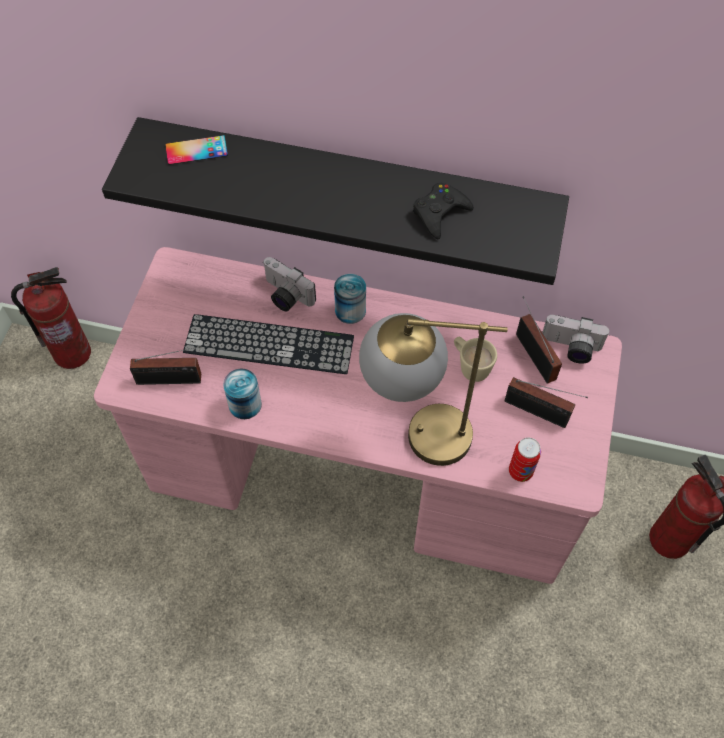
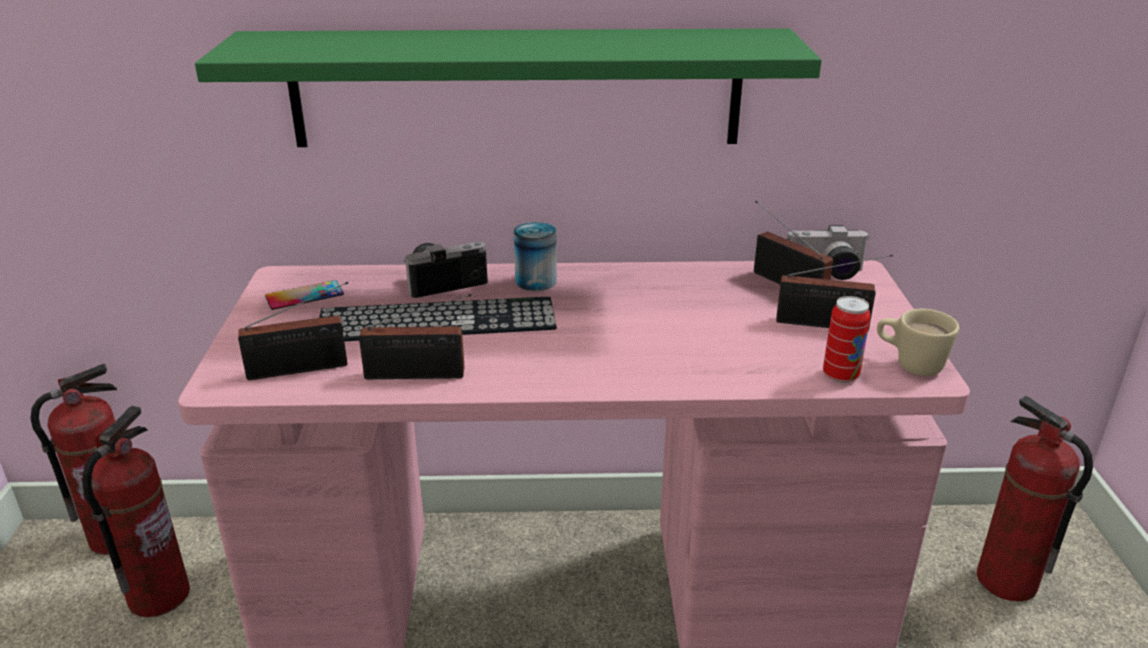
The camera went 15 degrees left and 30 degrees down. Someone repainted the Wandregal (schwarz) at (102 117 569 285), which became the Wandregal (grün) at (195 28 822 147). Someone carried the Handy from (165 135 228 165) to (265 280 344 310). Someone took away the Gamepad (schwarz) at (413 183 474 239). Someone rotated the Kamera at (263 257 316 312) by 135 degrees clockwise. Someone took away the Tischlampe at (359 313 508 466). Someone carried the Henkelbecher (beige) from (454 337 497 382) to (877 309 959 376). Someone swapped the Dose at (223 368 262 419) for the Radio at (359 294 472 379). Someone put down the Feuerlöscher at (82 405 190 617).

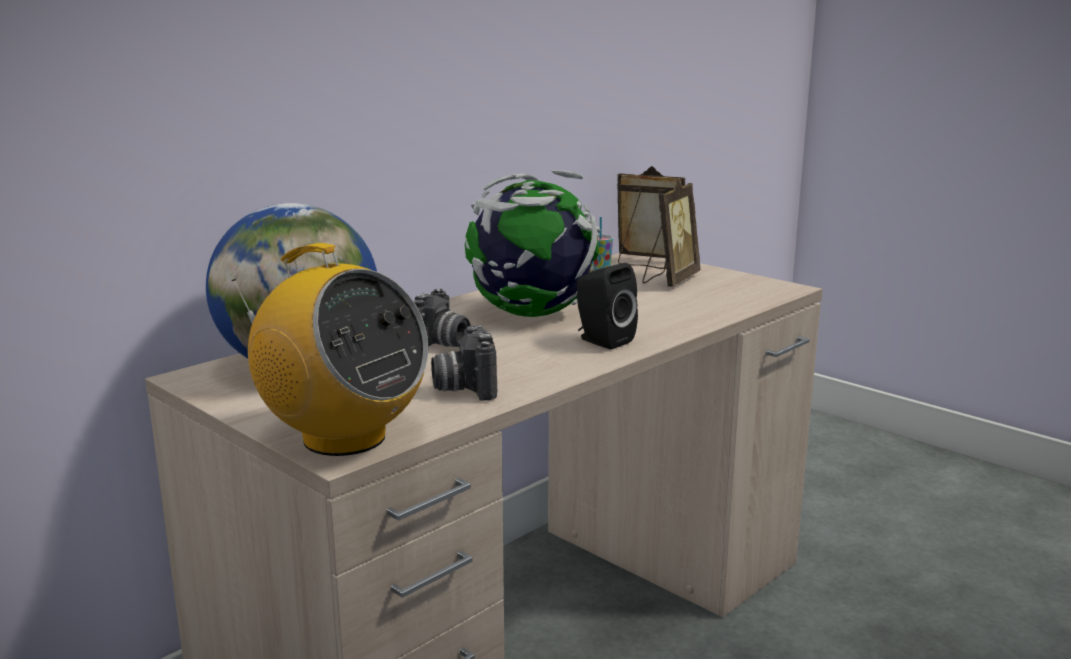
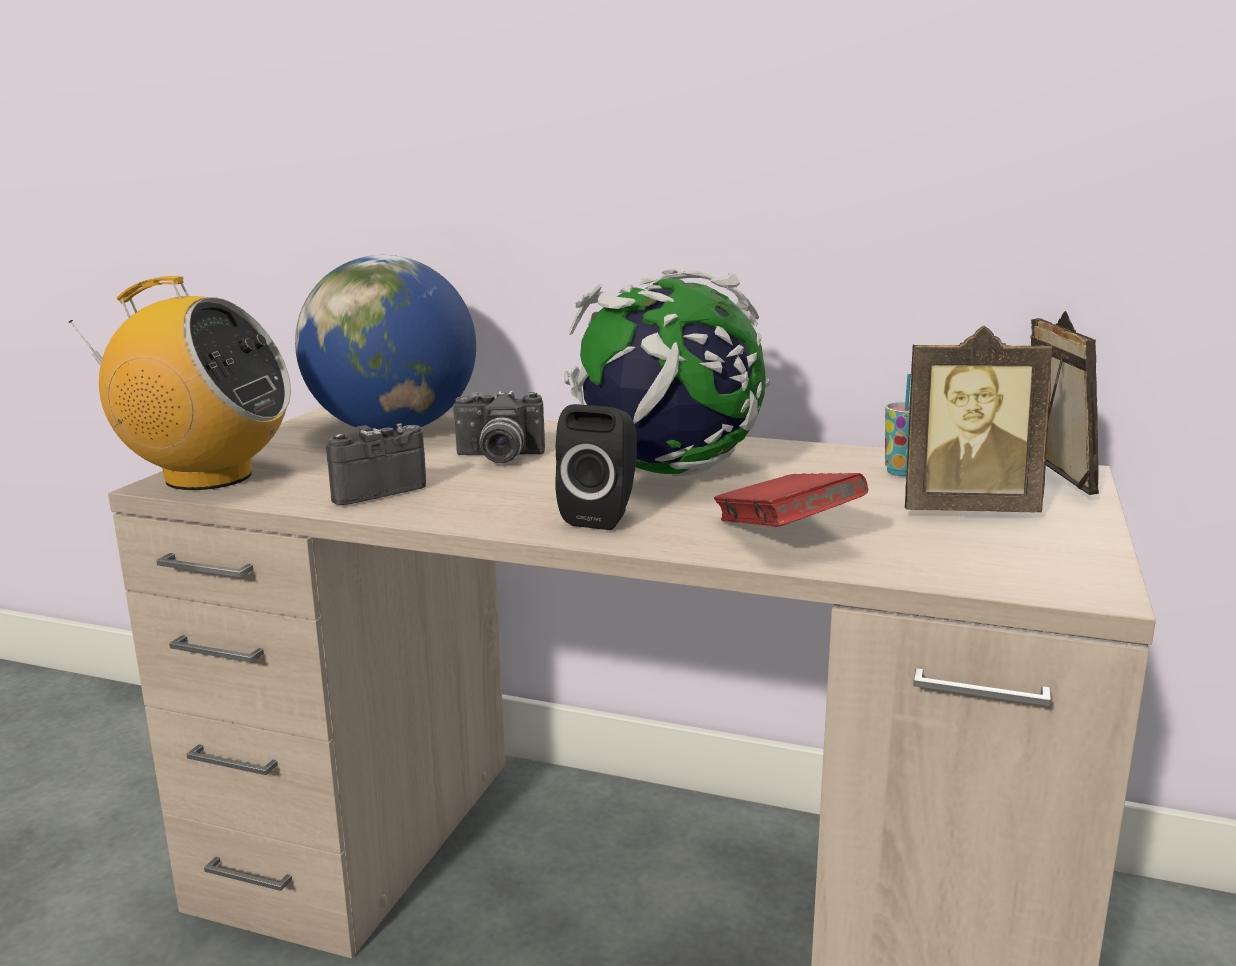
The camera went 65 degrees right and 0 degrees up. Someone rotated the Radio at (232 243 429 456) by 90 degrees counterclockwise. Someone put down the Buch (rot) at (714 473 868 527).

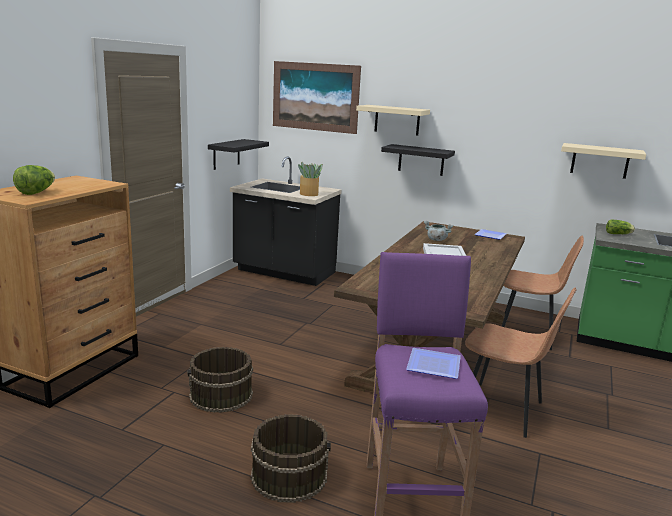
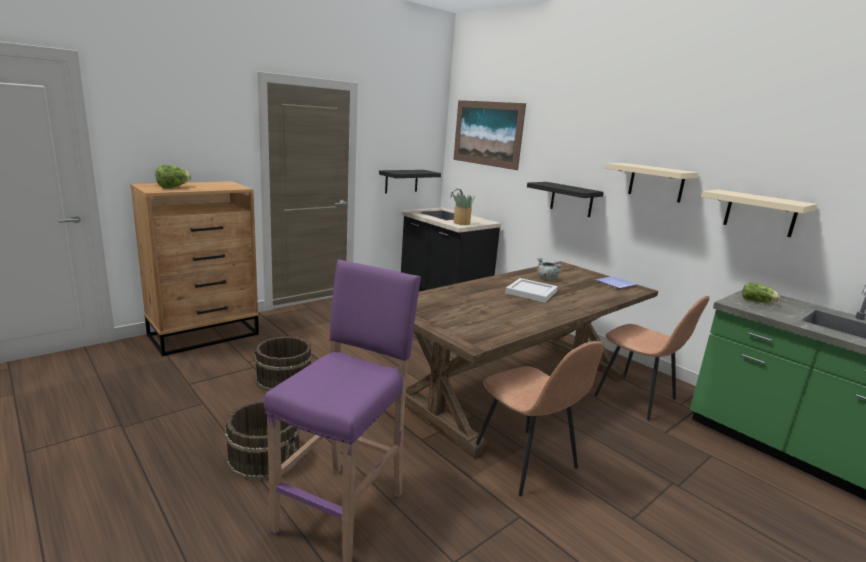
The camera went 25 degrees right and 0 degrees up. Someone carried the Wandregal (beige) from (356 105 430 136) to (605 163 699 203). Someone took away the Teller at (406 348 461 379).

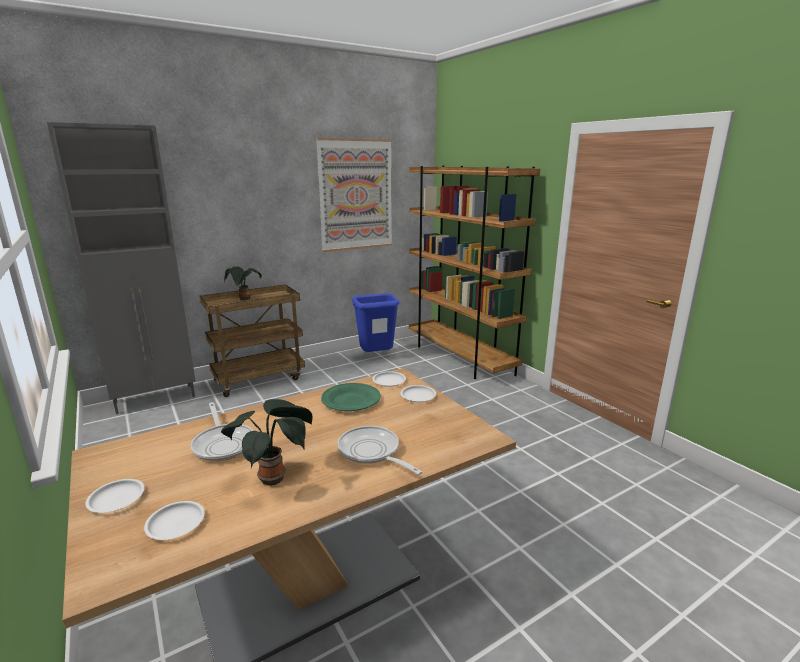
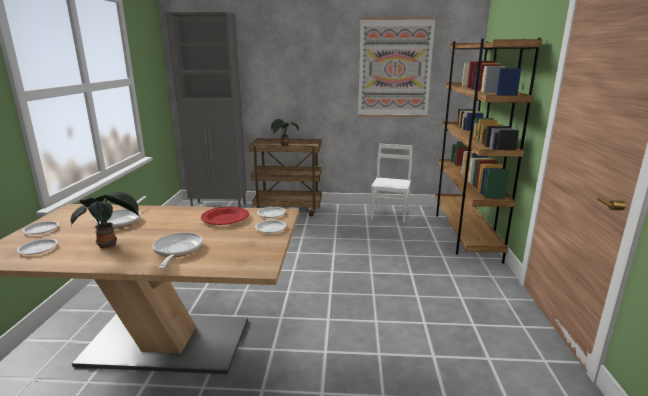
The camera went 35 degrees right and 0 degrees up. Someone swapped the Mülleimer (blau) at (352 293 400 352) for the Stuhl (weiß) at (371 144 412 223). Someone repainted the Teller (grün) at (321 383 381 411), which became the Teller (rot) at (201 207 249 225).

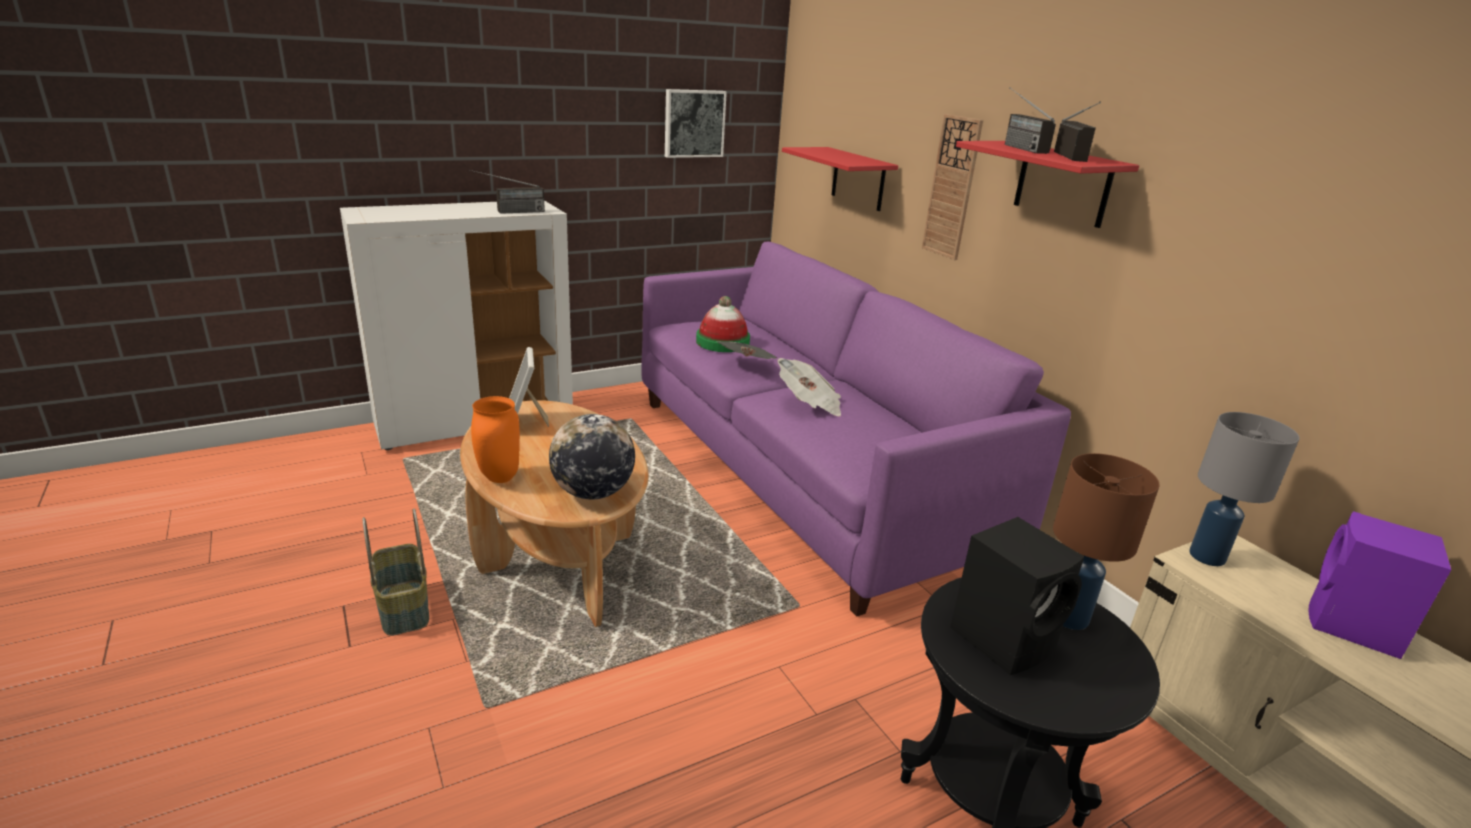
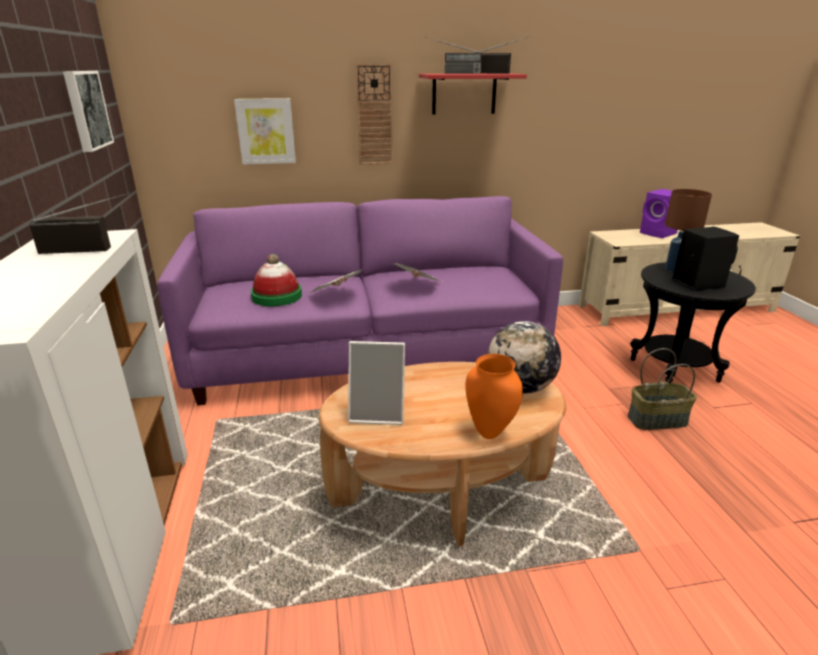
The camera went 70 degrees left and 0 degrees up. Someone swapped the Wandregal (rot) at (782 147 898 211) for the Bild at (234 98 296 164). Someone rotated the Radio at (469 170 545 214) by 90 degrees counterclockwise. Someone took away the Tischlampe (grau) at (1189 412 1299 566). Someone carried the Korb from (363 508 429 636) to (628 348 697 430).

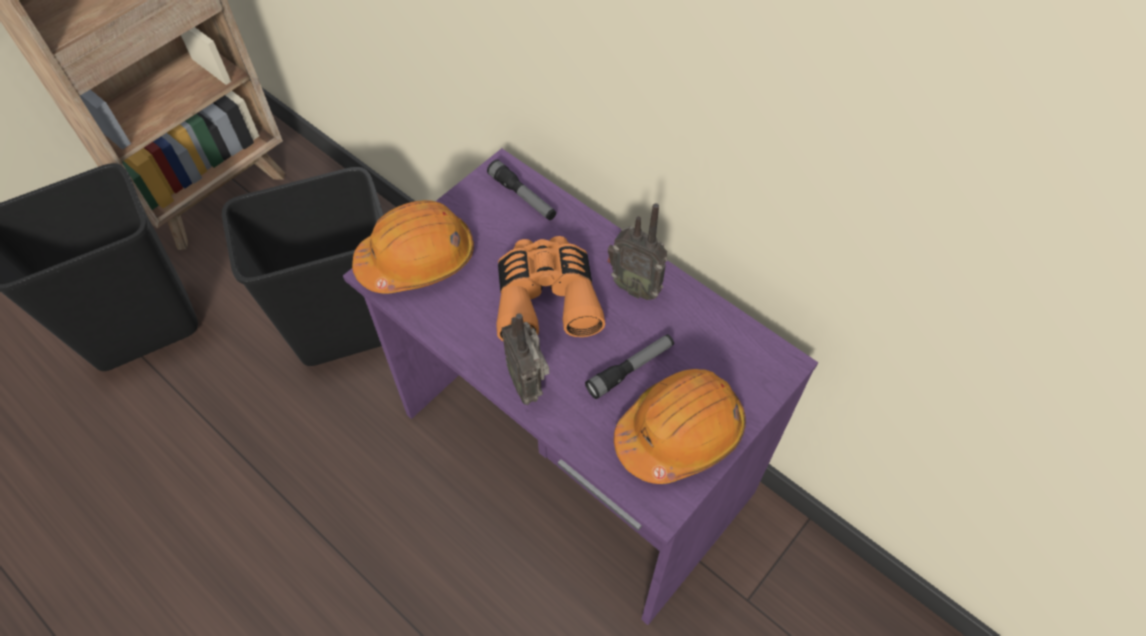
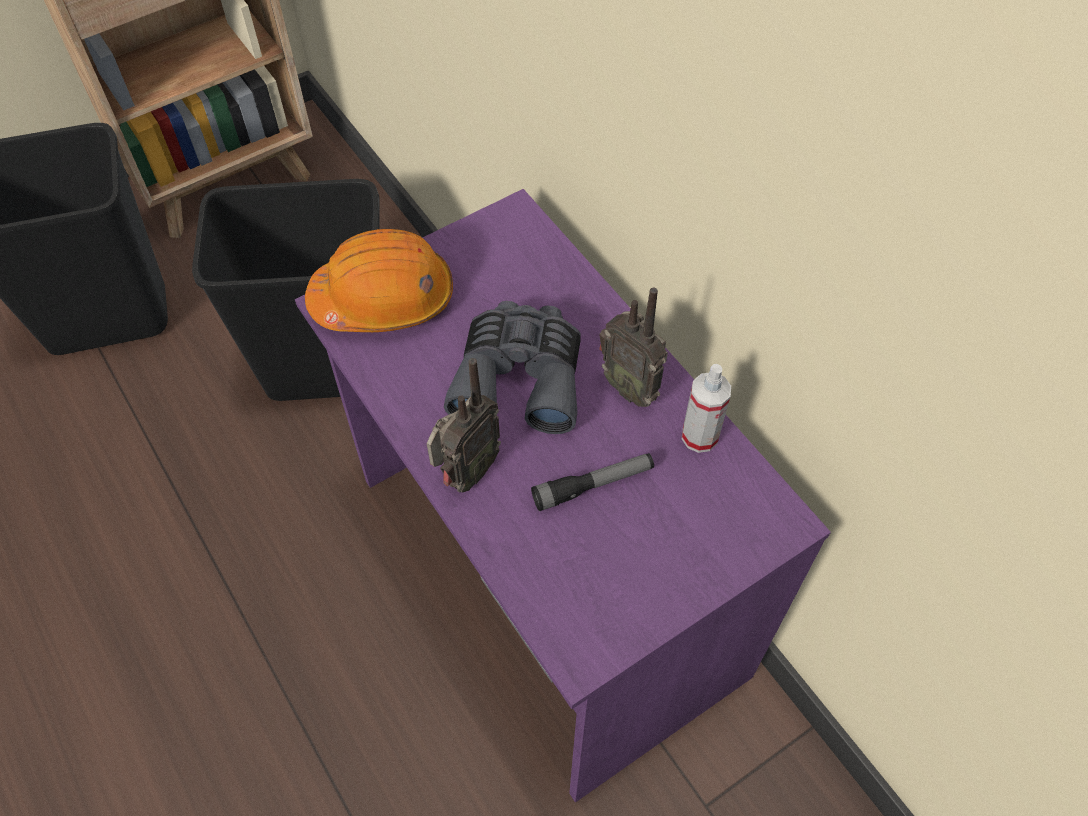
The camera went 15 degrees right and 0 degrees up. Someone took away the Taschenlampe at (487 160 556 220). Someone repainted the Fernglas (orange) at (496 236 605 342), which became the Fernglas (grau) at (444 301 581 434). Someone rotated the Radio at (502 313 549 405) by 135 degrees counterclockwise. Someone took away the Schutzhelm (orange) at (614 369 746 484). Someone put down the Sprühflasche at (682 364 731 453).

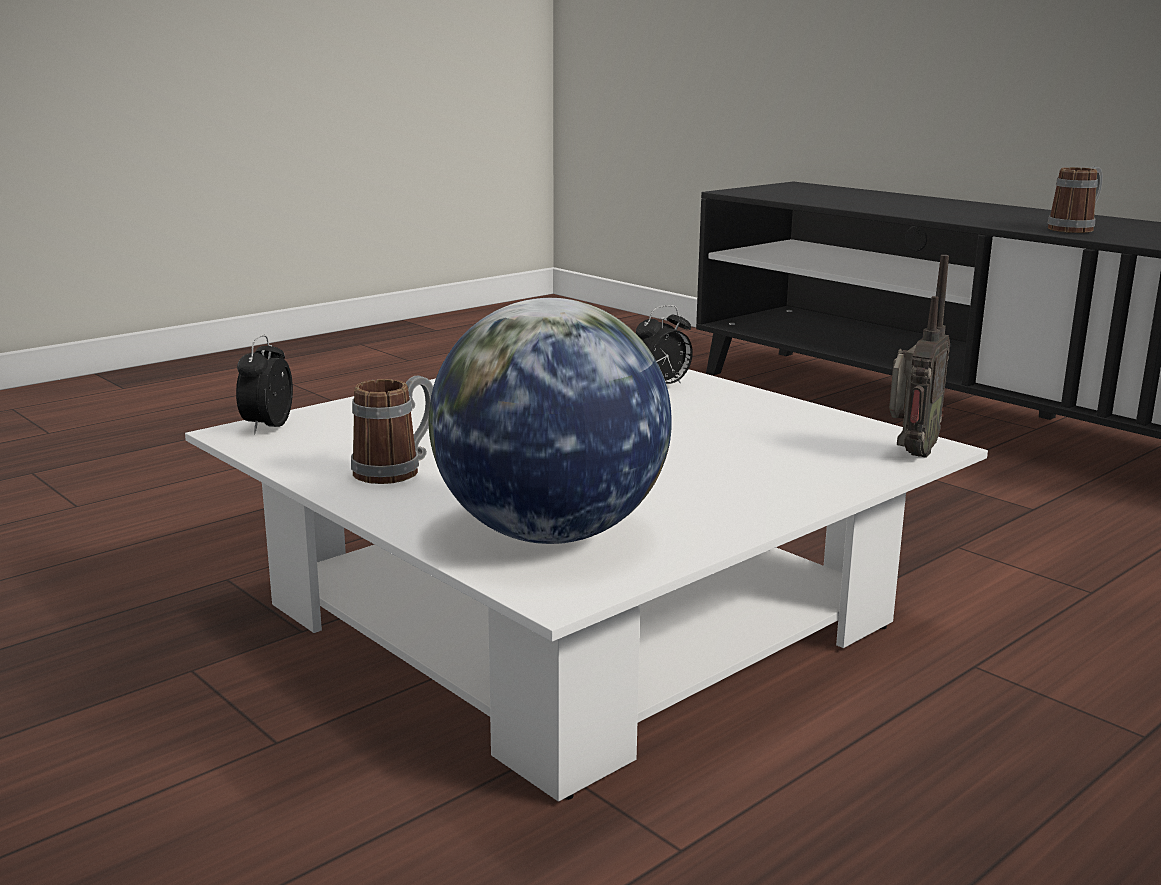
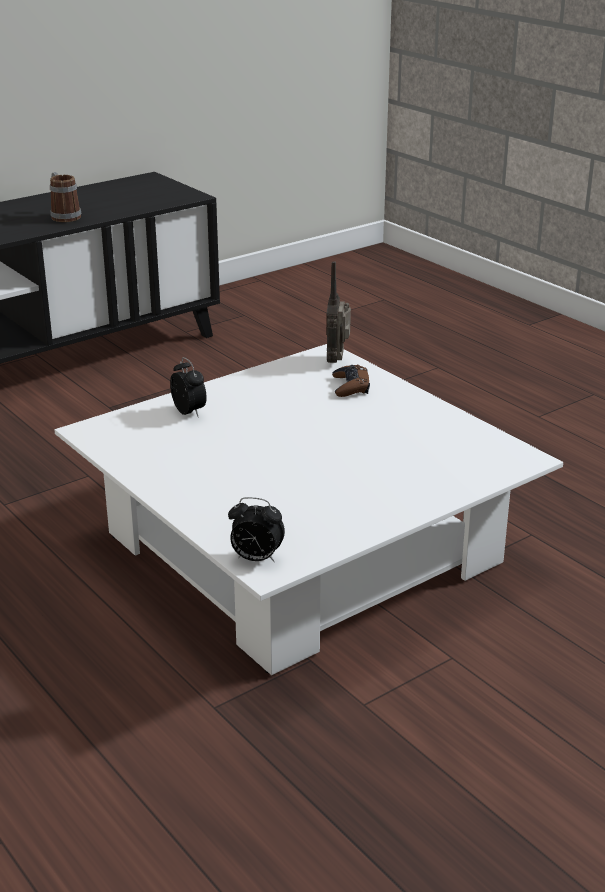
The camera went 85 degrees left and 10 degrees up. Someone rotated the Radio at (889 255 950 458) by 120 degrees counterclockwise. Someone took away the Globus at (429 298 672 544). Someone took away the Henkelbecher at (351 376 433 484). Someone put down the Gamepad (braun) at (332 365 370 397).

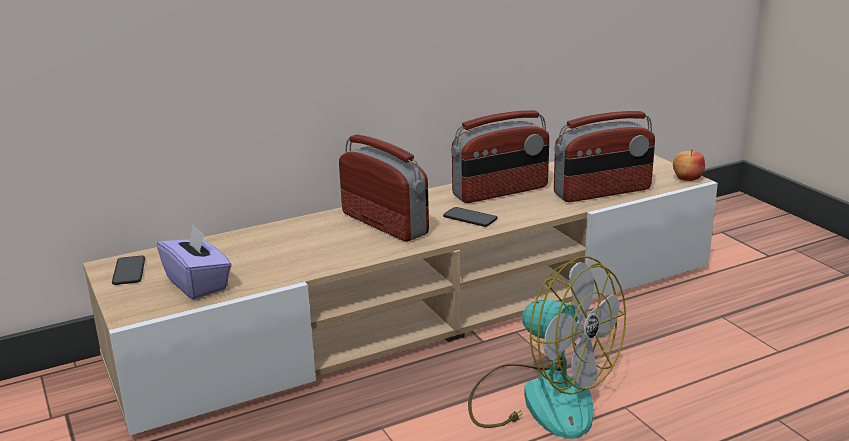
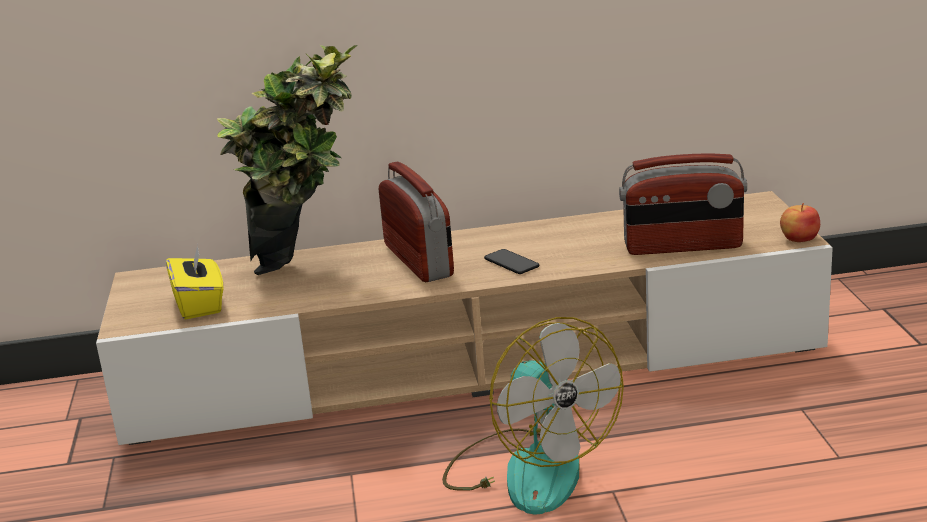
The camera went 20 degrees right and 0 degrees up. Someone took away the Radio at (451 110 549 203). Someone repainted the Taschentuchbox (lila) at (157 224 232 300), which became the Taschentuchbox (gelb) at (166 244 224 319). Someone took away the Handy at (112 256 145 285). Someone put down the Topfpflanze at (217 45 358 275).

